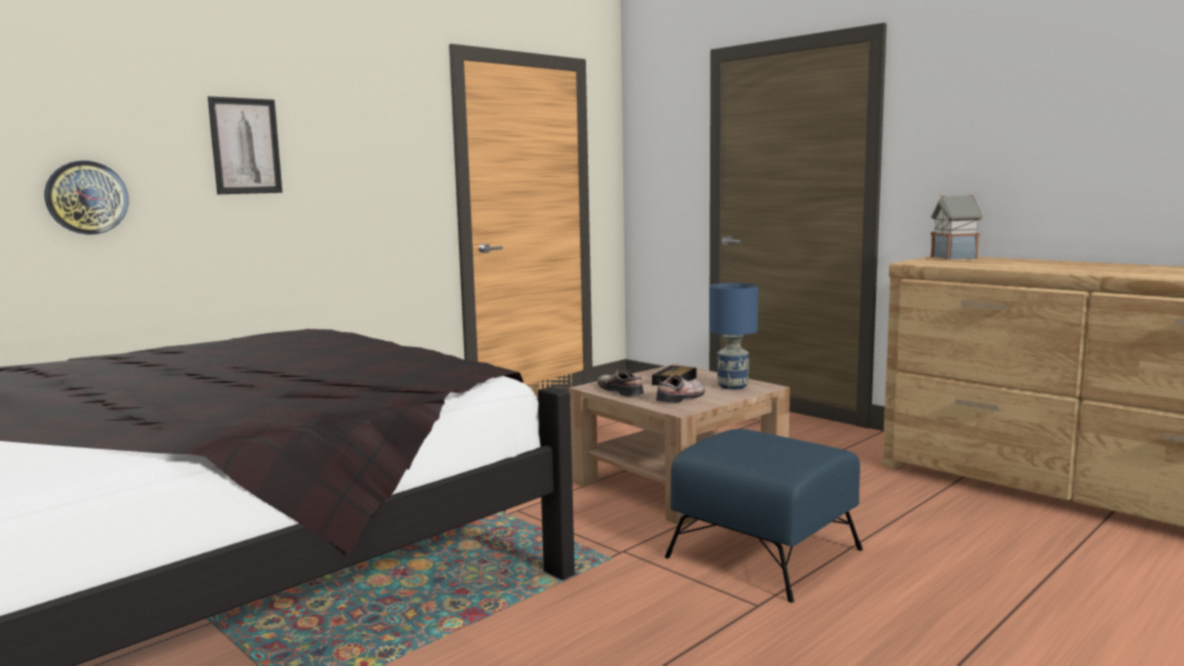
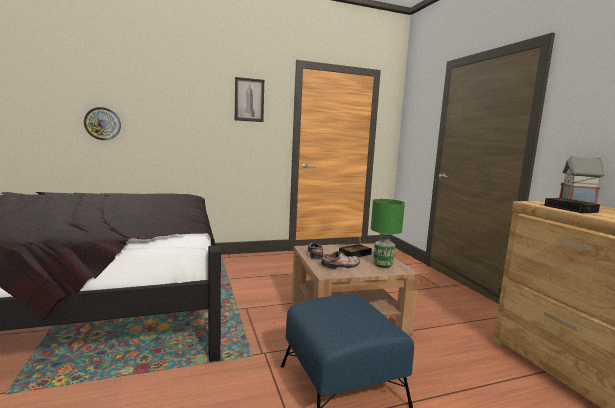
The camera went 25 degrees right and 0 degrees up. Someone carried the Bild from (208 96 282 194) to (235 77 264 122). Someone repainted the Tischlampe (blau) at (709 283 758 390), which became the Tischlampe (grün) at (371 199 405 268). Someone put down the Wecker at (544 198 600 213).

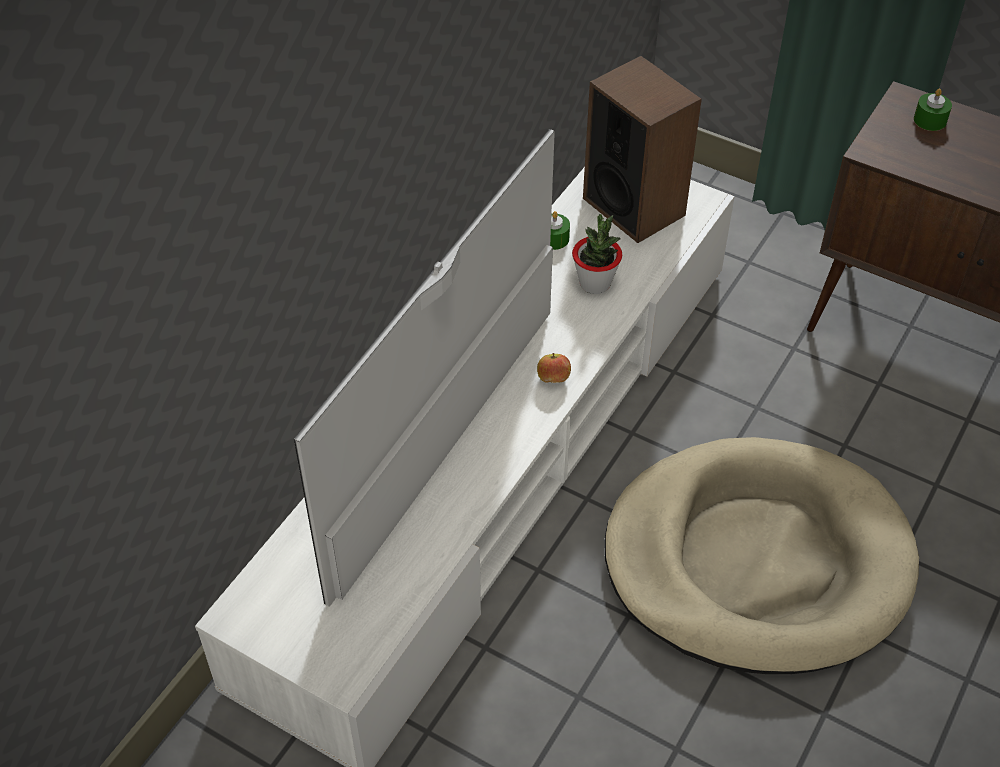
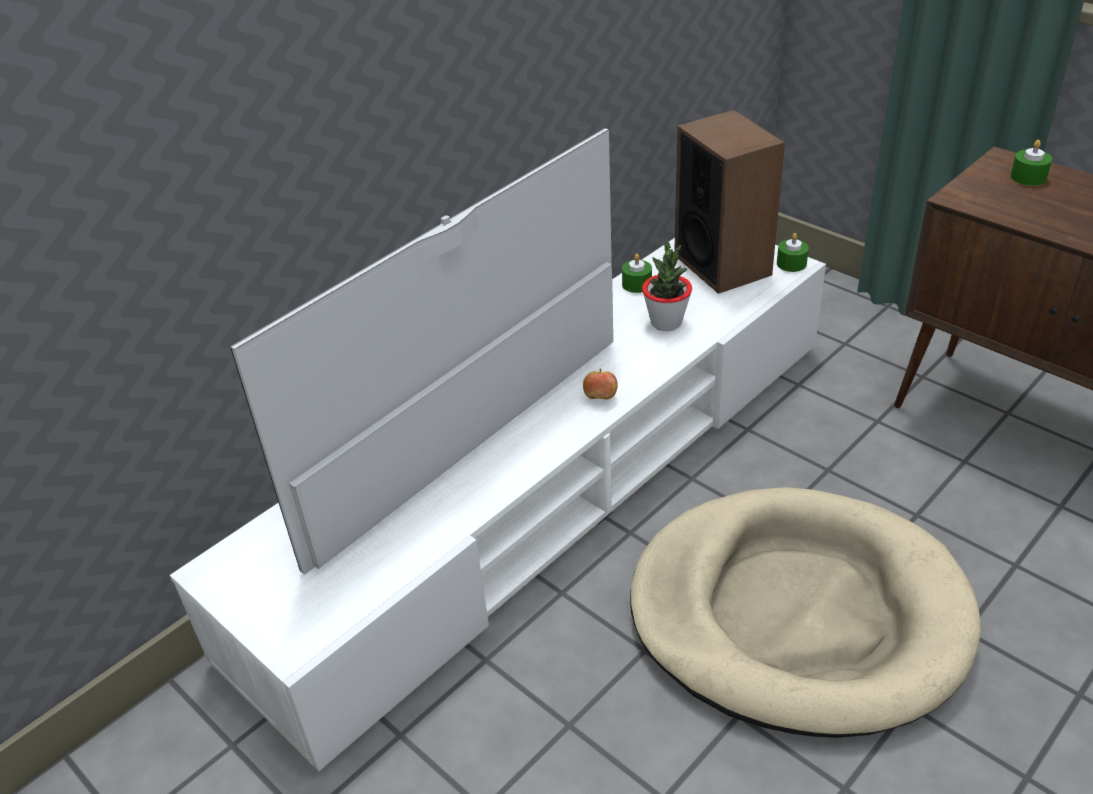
The camera went 15 degrees right and 10 degrees down. Someone put down the Kerze (grün) at (777 233 809 272).

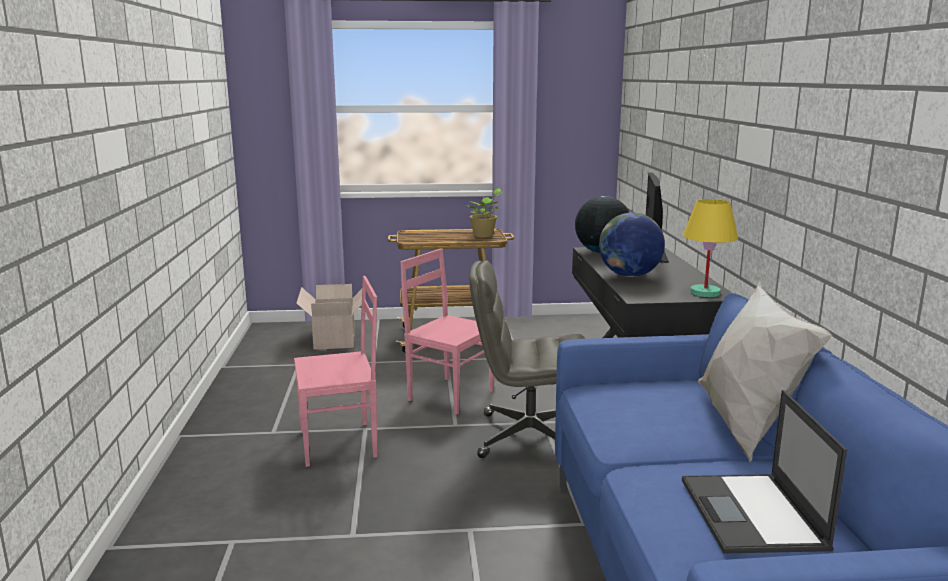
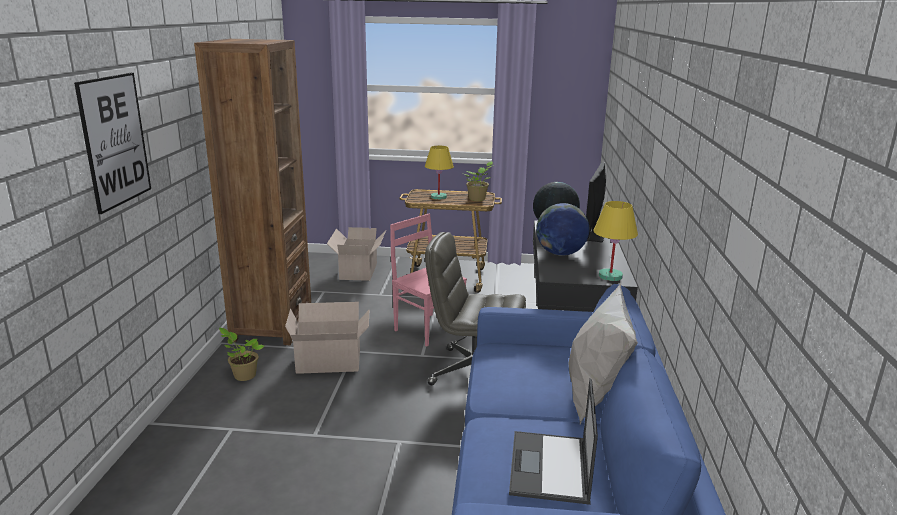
The camera went 10 degrees right and 5 degrees up. Someone swapped the Stuhl (rosa) at (294 276 378 467) for the Karton at (285 302 369 374). Someone put down the Bücherregal (braun) at (194 39 311 345). Someone put up the Bild at (74 73 151 214). Someone put down the Tischlampe (gelb) at (425 146 454 200). Someone put down the Topfpflanze at (219 328 264 381).

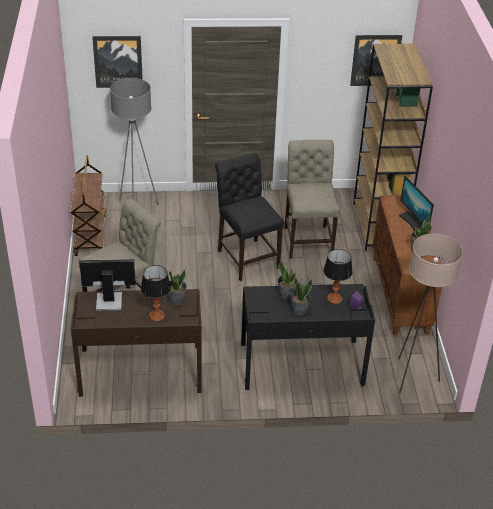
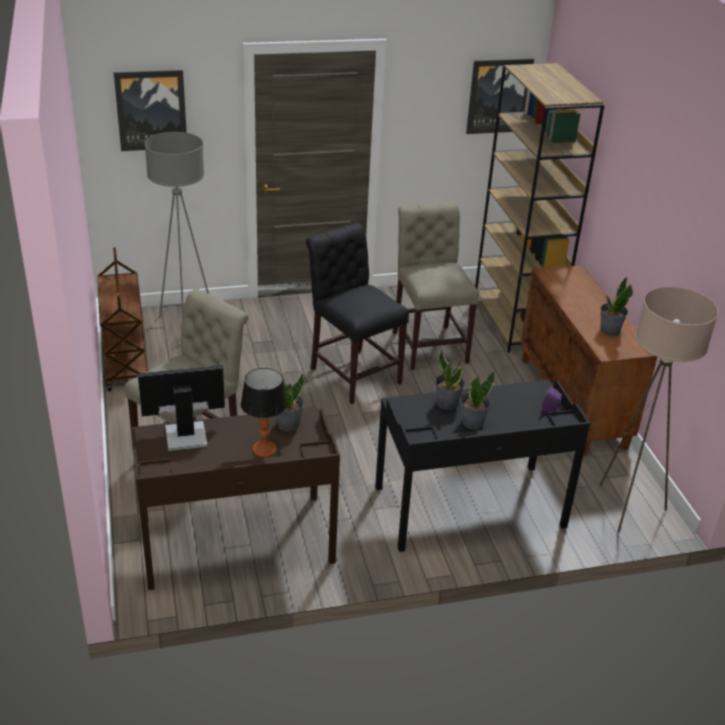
The camera went 10 degrees left and 5 degrees down. Someone took away the Monitor at (399 176 434 232). Someone took away the Tischlampe at (323 249 353 304).

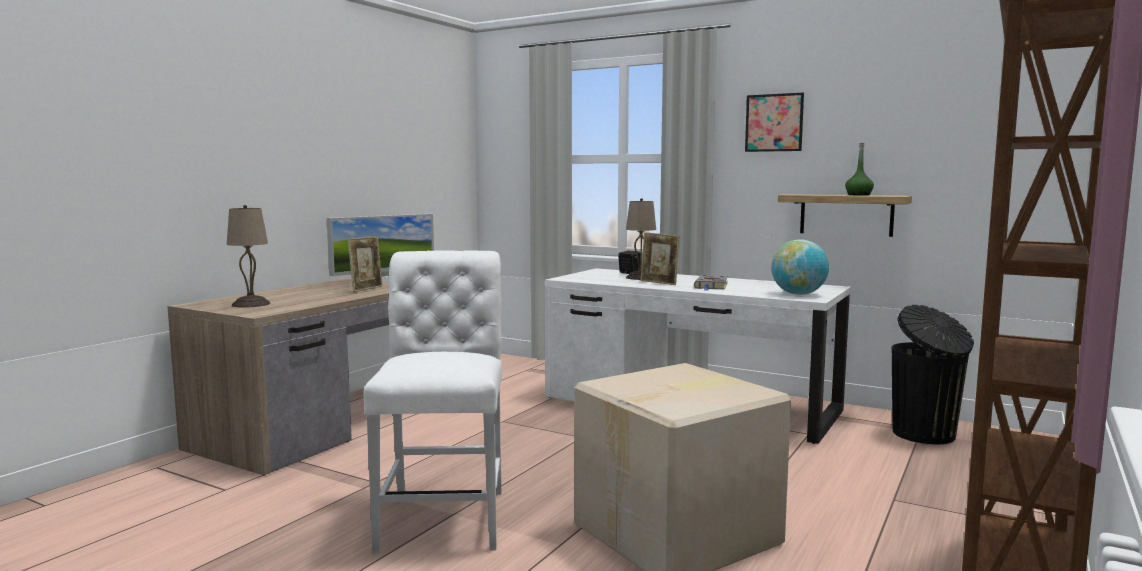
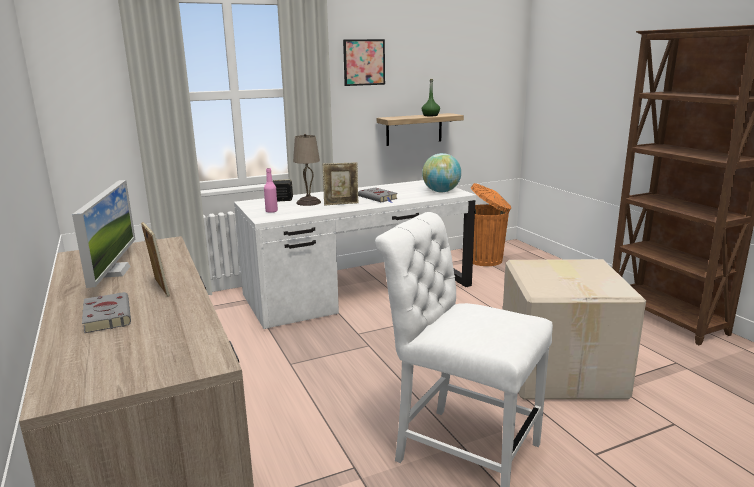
The camera went 55 degrees left and 10 degrees up. Someone took away the Tischlampe (beige) at (227 205 270 308). Someone repainted the Mülleimer (schwarz) at (891 305 974 444), which became the Mülleimer (orange) at (471 183 511 266). Someone put down the Flasche (rosa) at (264 168 278 213). Someone put down the Buch (grau) at (82 292 131 333).

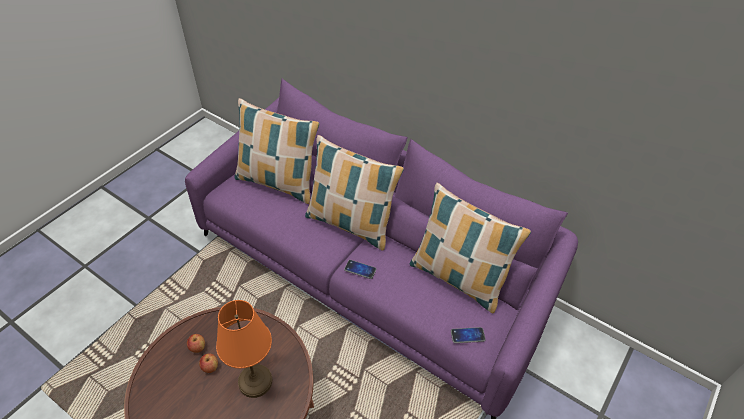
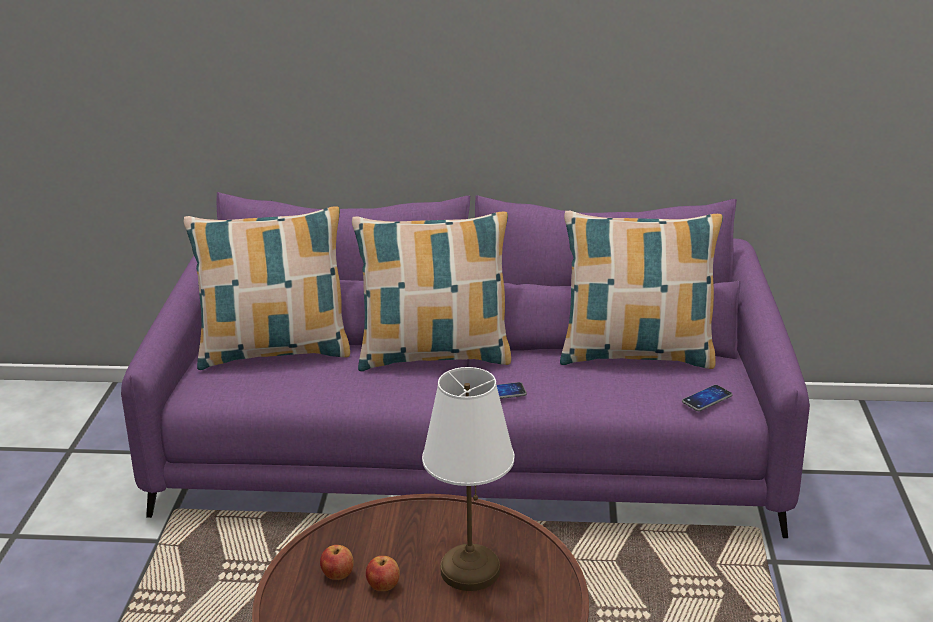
The camera went 30 degrees left and 20 degrees down. Someone repainted the Tischlampe (orange) at (216 300 272 398), which became the Tischlampe (weiß) at (422 367 514 591).

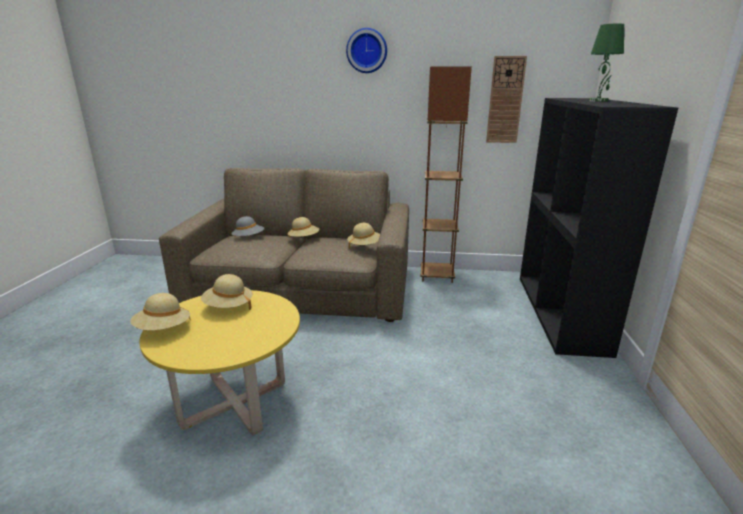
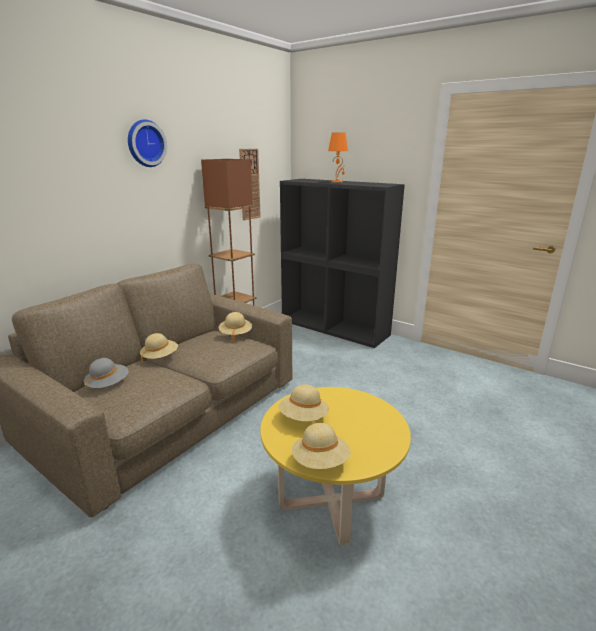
The camera went 60 degrees left and 0 degrees up. Someone repainted the Tischlampe (grün) at (589 23 624 102), which became the Tischlampe (orange) at (328 132 348 182).

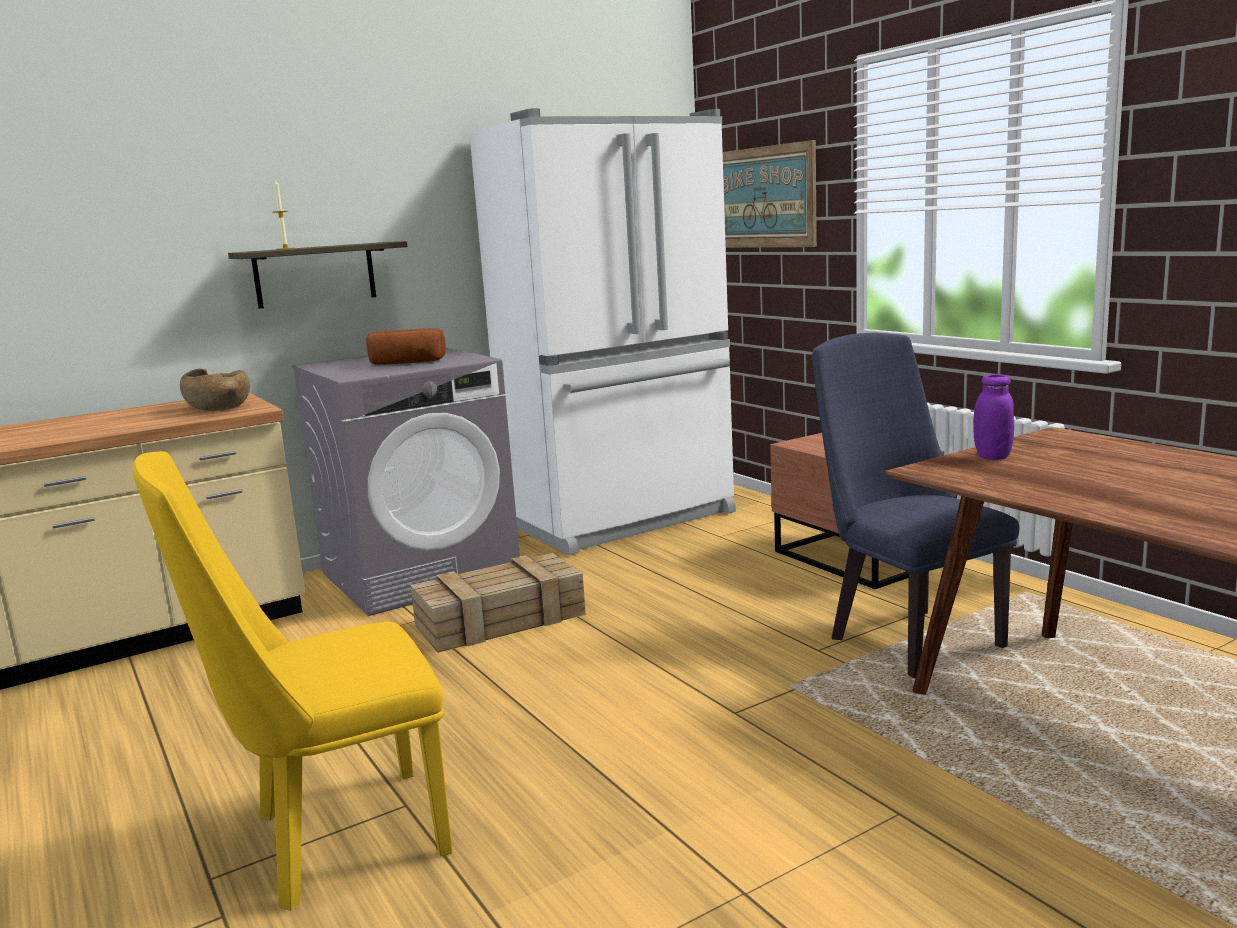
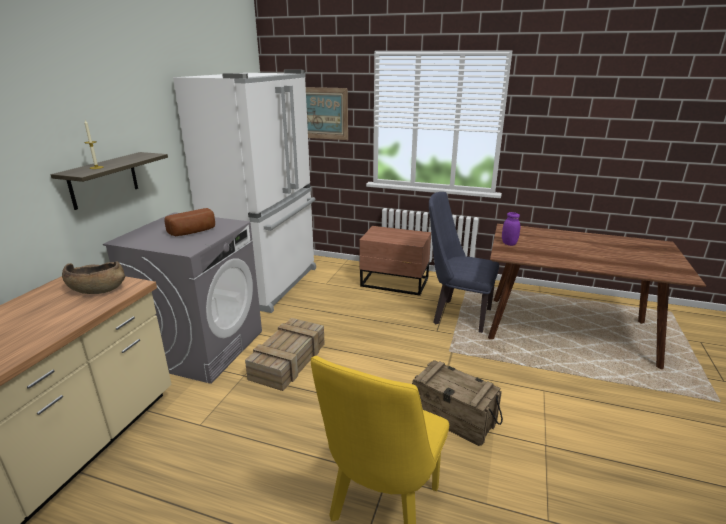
The camera went 40 degrees left and 10 degrees up. Someone put down the Kiste at (412 360 503 446).

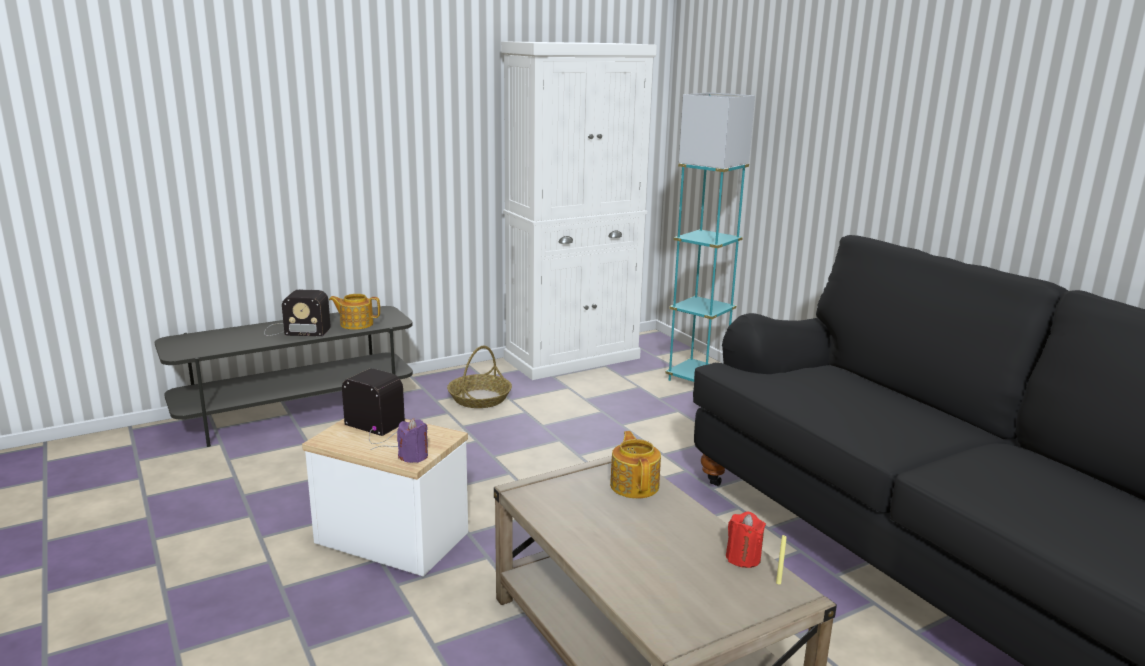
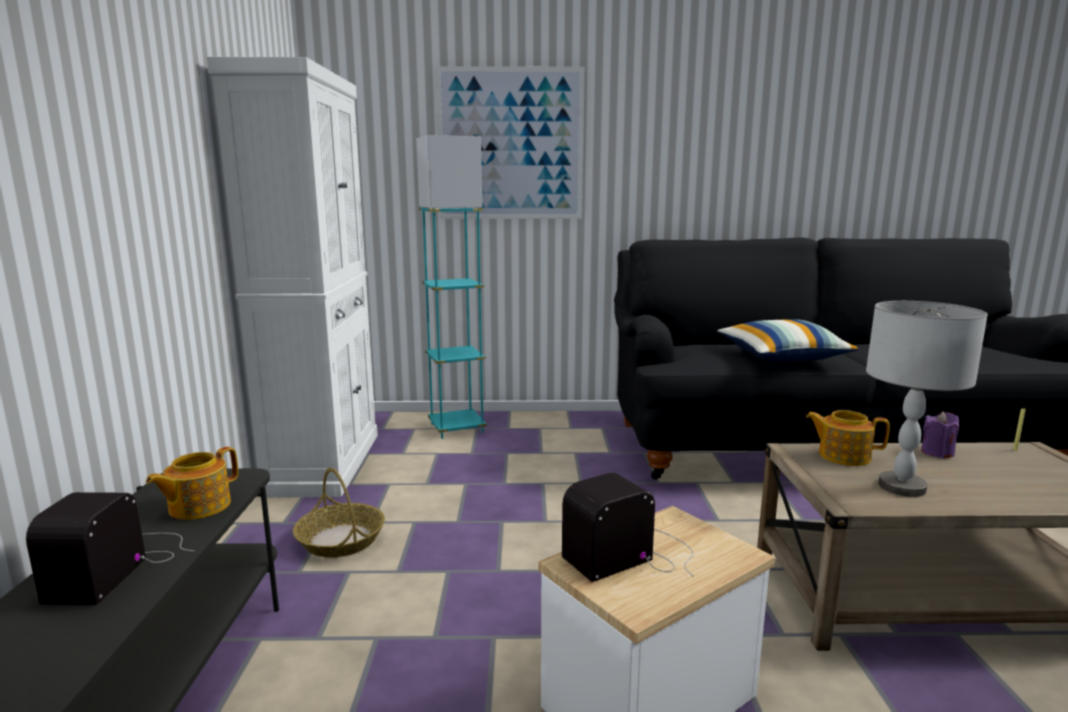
The camera went 60 degrees left and 5 degrees down. Someone rotated the Radio at (264 290 331 336) by 150 degrees clockwise. Someone carried the Kerze (lila) from (397 418 428 463) to (921 412 959 458). Someone took away the Kerze (rot) at (726 511 766 568). Someone put up the Bild at (435 66 585 219). Someone put down the Tischlampe (grau) at (866 301 988 497). Someone put down the Kissen at (717 319 859 362).

